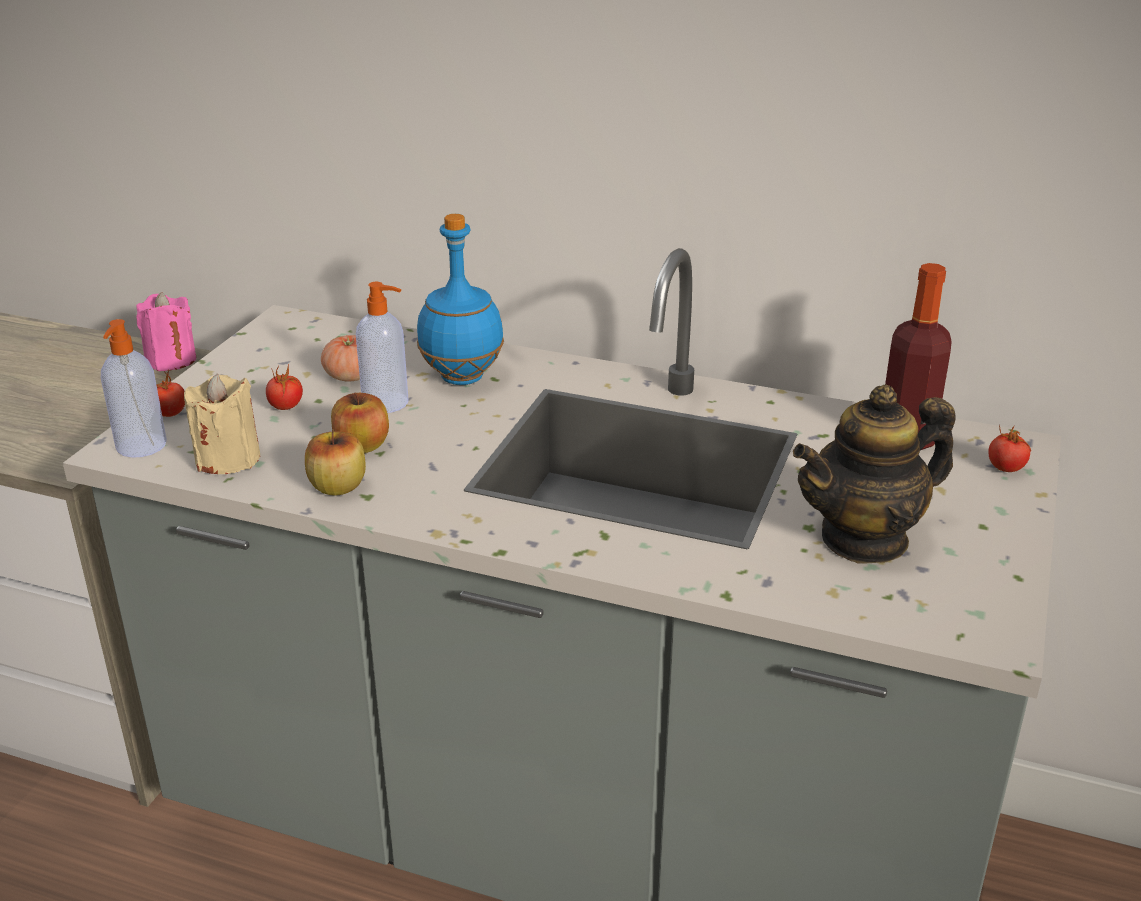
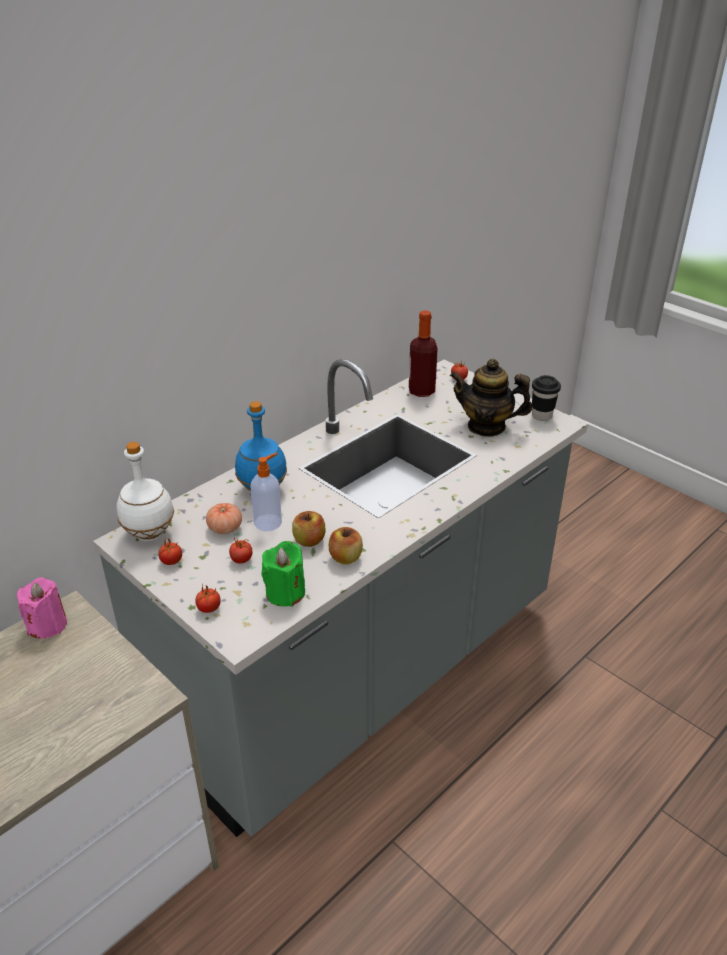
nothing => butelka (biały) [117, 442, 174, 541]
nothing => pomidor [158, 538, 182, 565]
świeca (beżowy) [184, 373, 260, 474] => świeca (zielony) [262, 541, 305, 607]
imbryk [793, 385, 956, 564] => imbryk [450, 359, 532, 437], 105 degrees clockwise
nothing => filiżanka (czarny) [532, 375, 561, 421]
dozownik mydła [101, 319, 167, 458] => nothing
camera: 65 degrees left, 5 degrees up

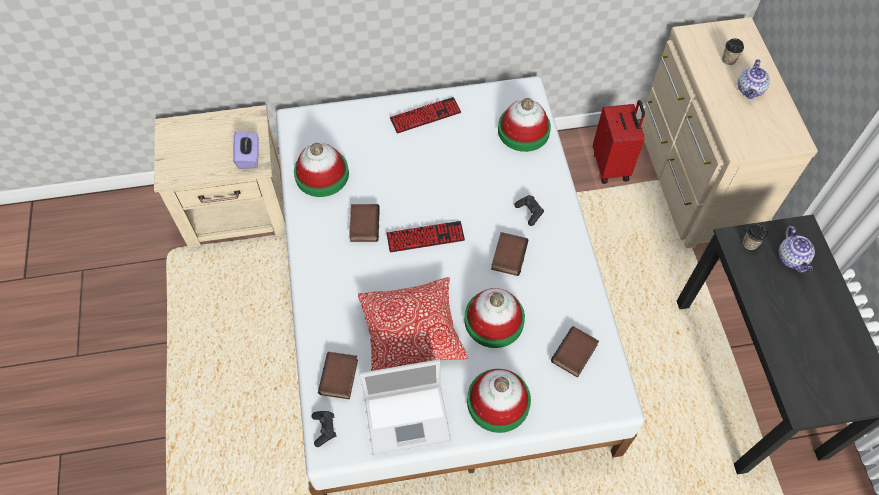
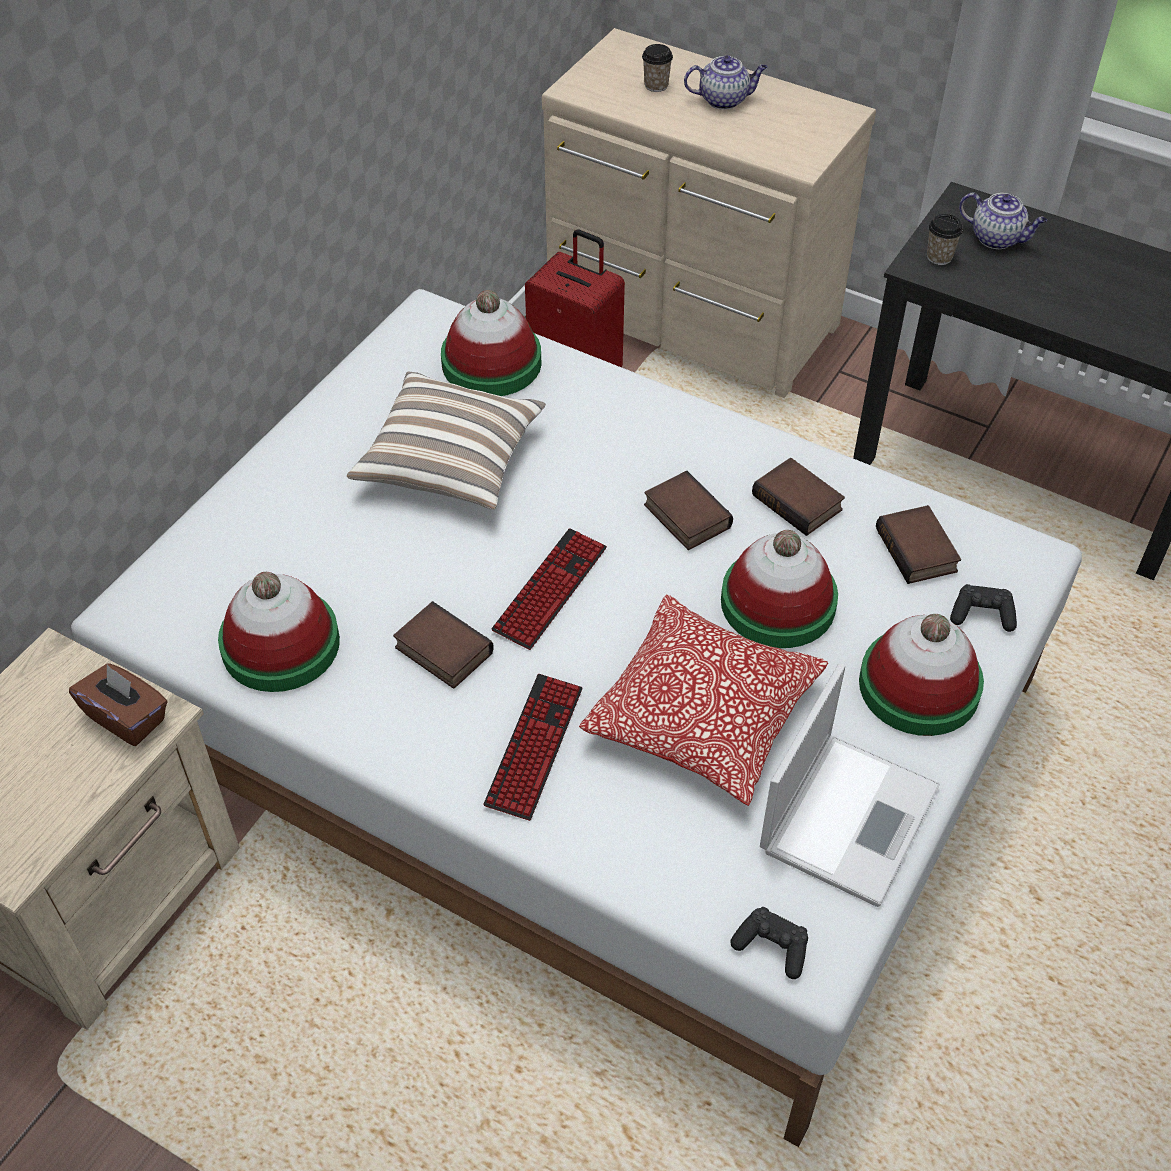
pudełko chusteczek (fioletowy) [233, 132, 259, 169] => pudełko chusteczek (brązowy) [69, 663, 168, 746]
nothing => poduszka [347, 371, 546, 510]
klawiatura [390, 97, 461, 134] => klawiatura [483, 674, 583, 821], relocated
imbryk [738, 59, 770, 99] => imbryk [684, 55, 767, 110], 60 degrees counterclockwise
książka [318, 352, 358, 399] => książka [752, 458, 845, 536], relocated
pad do gier (czarny) [514, 195, 544, 226] => pad do gier (czarny) [950, 584, 1017, 632], relocated
camera: 50 degrees left, 10 degrees down

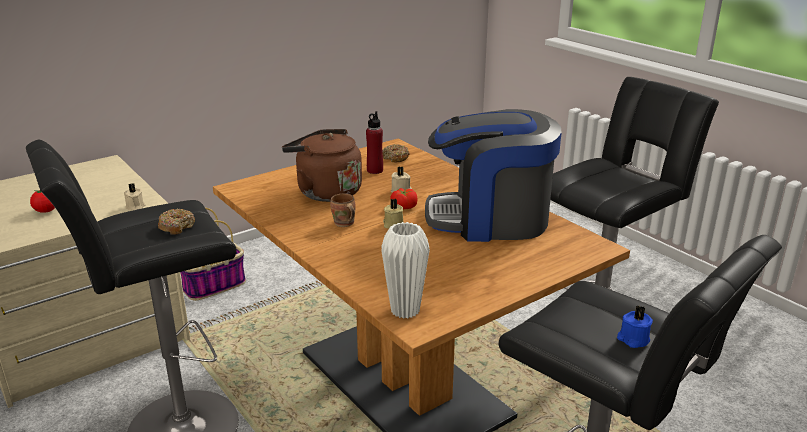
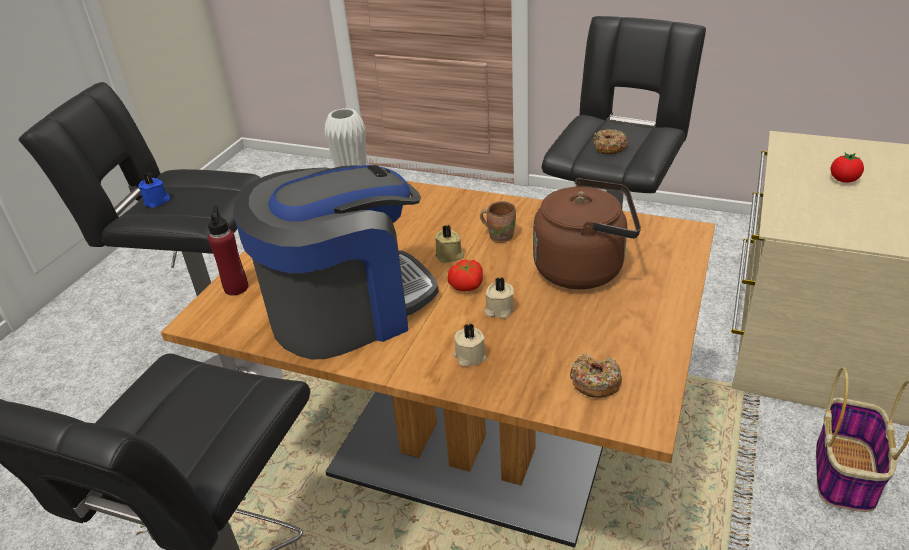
butelka (czerwony) [366, 111, 383, 174] => butelka (czerwony) [208, 206, 248, 296], relocated
świeca (beżowy) [124, 183, 145, 211] => świeca (beżowy) [453, 324, 487, 367], relocated
camera: 150 degrees right, 10 degrees up

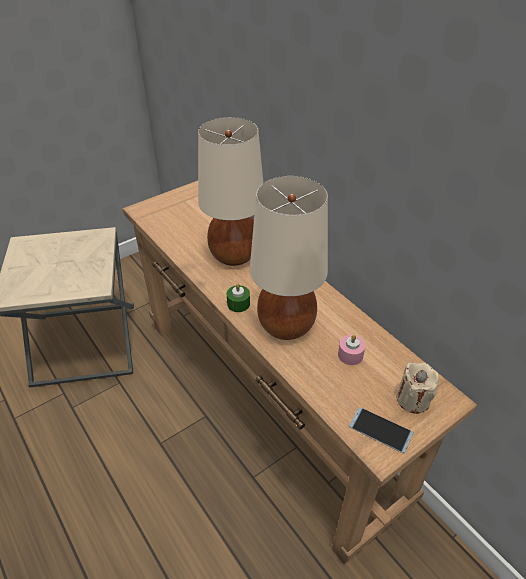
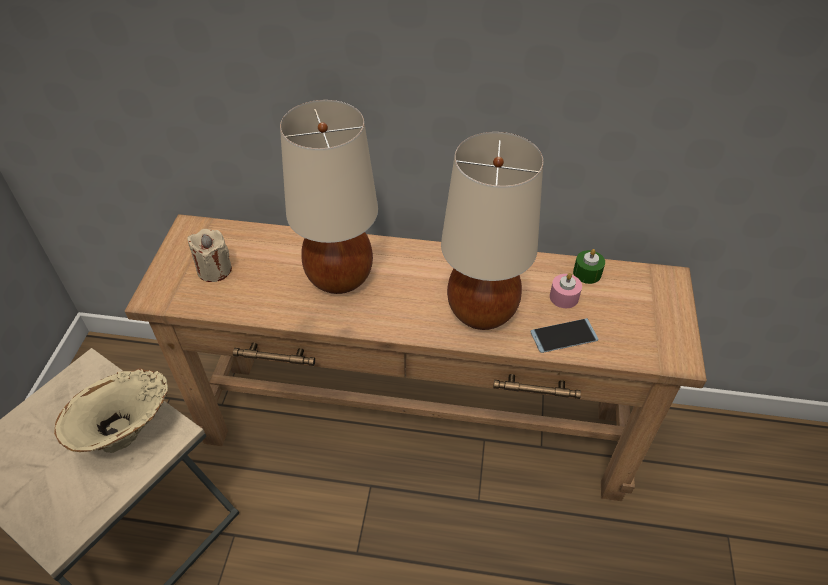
nothing => wazon (beżowy) [54, 368, 168, 453]
świeca (beżowy) [396, 362, 439, 414] => świeca (beżowy) [187, 229, 232, 282], relocated
telefon [349, 407, 414, 453] => telefon [530, 318, 598, 353], relocated
świeca (zielony) [227, 284, 250, 312] => świeca (zielony) [573, 249, 605, 284], relocated
camera: 45 degrees left, 5 degrees up

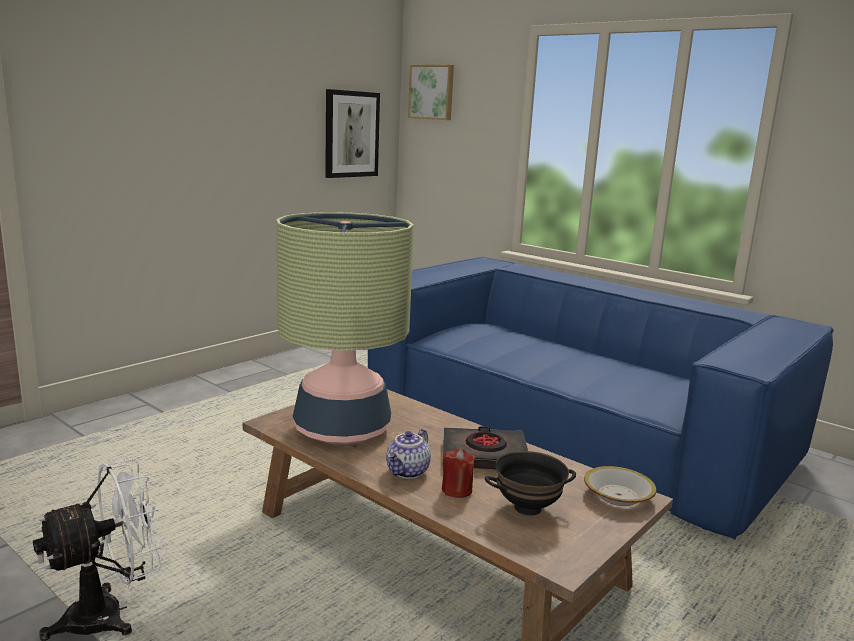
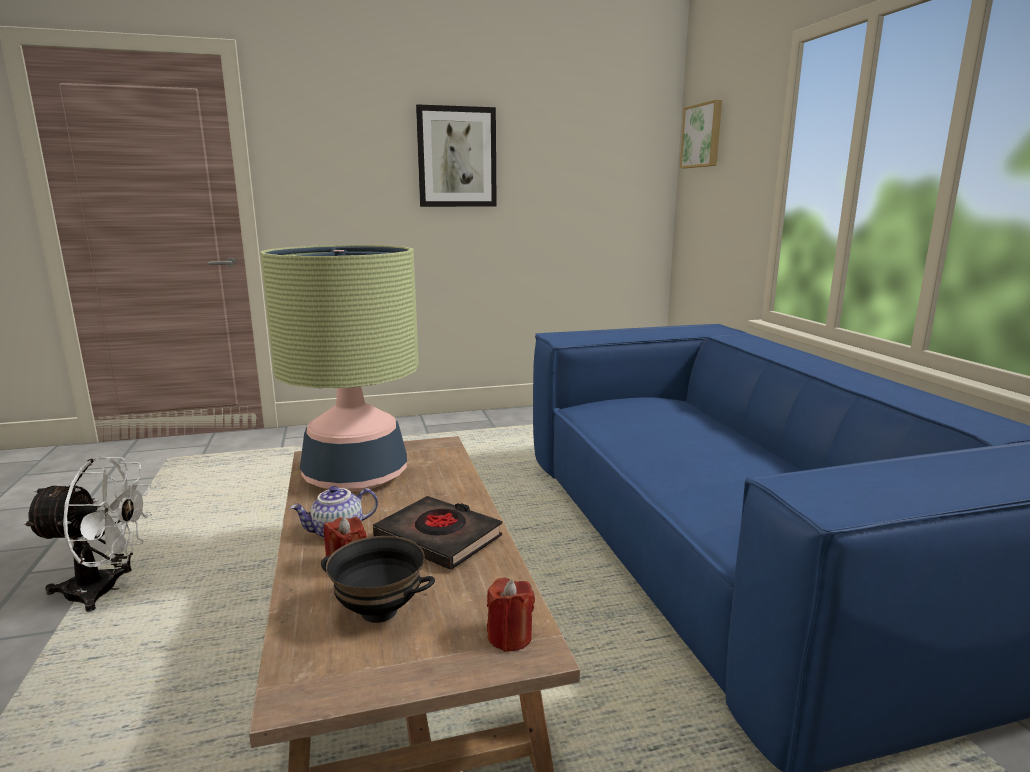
obraz [325, 89, 380, 178] => obraz [416, 104, 497, 207], relocated
miska [584, 466, 656, 506] => świeca (czerwony) [487, 578, 535, 652]
camera: 35 degrees right, 0 degrees up

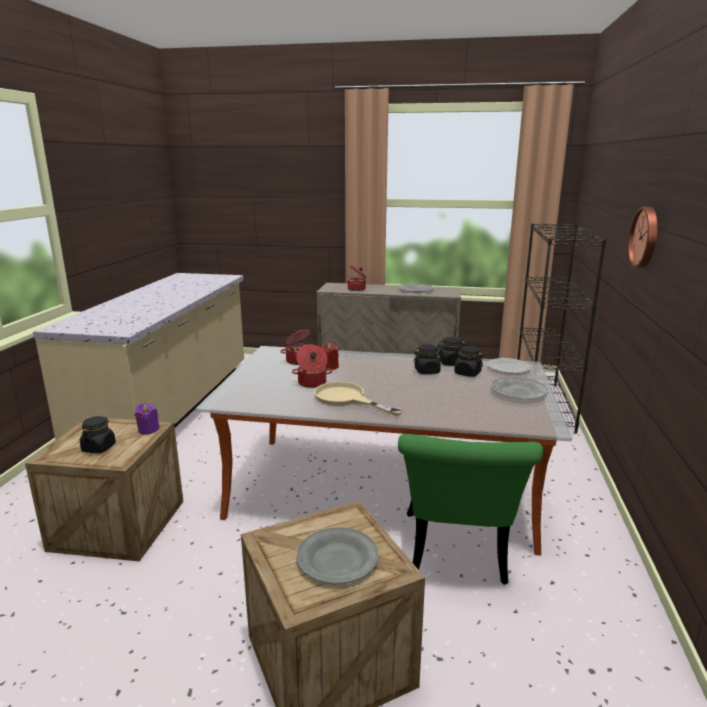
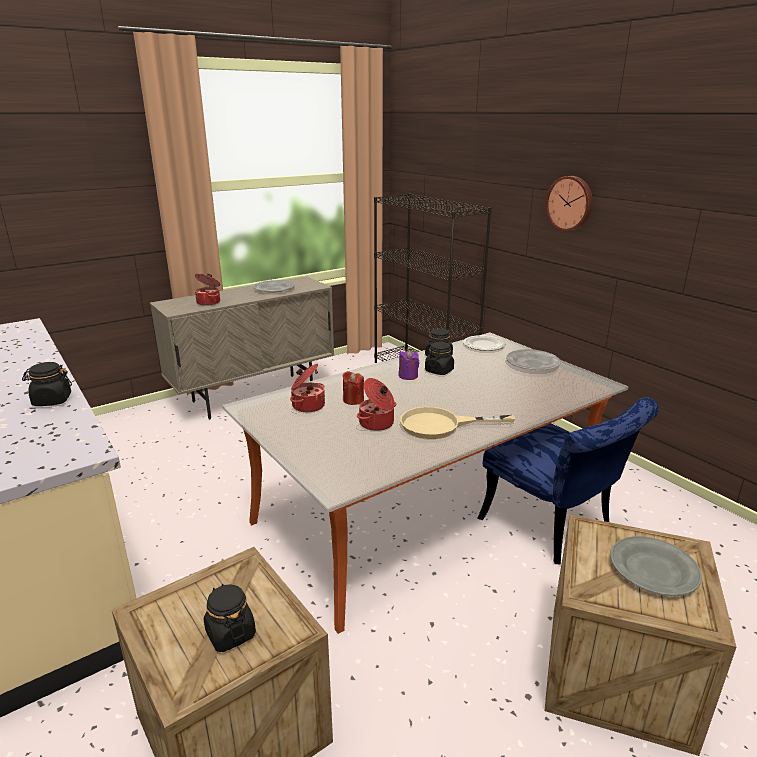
słoik (czarny) [454, 346, 483, 377] => słoik (czarny) [22, 362, 72, 406], relocated
świeca (fioletowy) [135, 403, 160, 434] => świeca (fioletowy) [399, 350, 419, 380], relocated
krzesło (zielony) [398, 434, 543, 585] => krzesło (niebieski) [477, 397, 659, 564]
camera: 45 degrees left, 5 degrees up

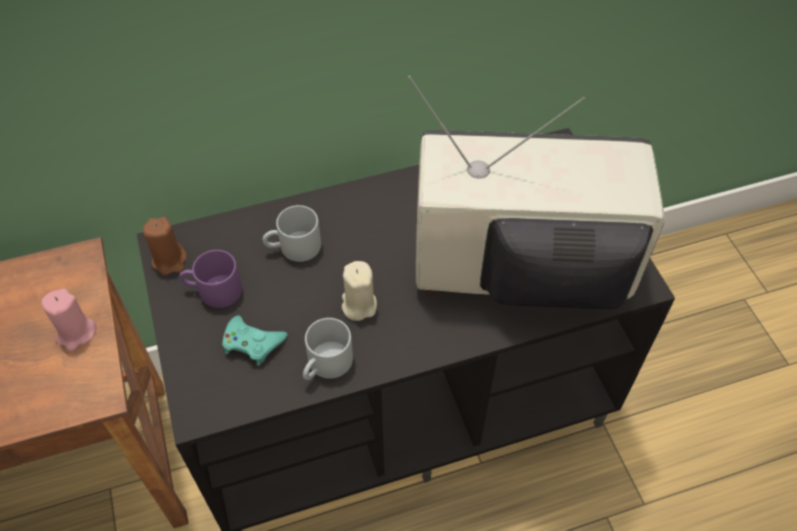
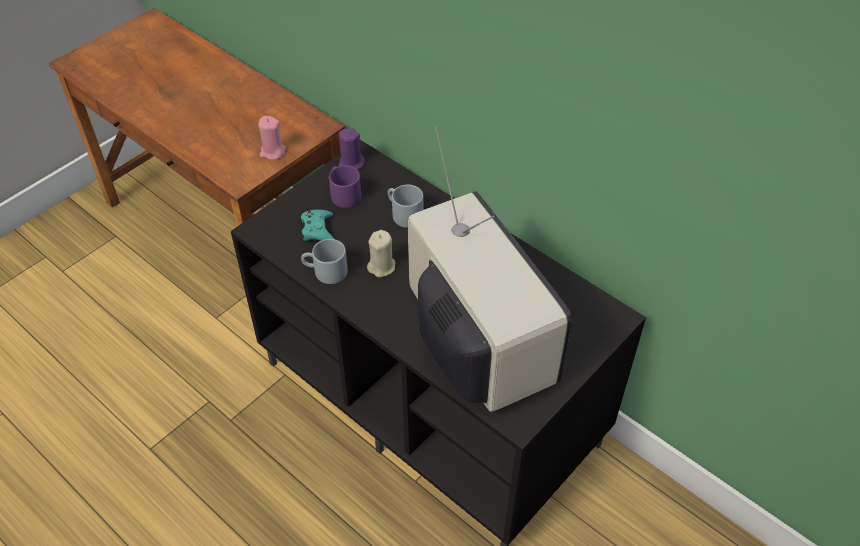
świeca (brązowy) [143, 217, 187, 275] => świeca (fioletowy) [339, 128, 365, 170]
camera: 60 degrees right, 5 degrees down

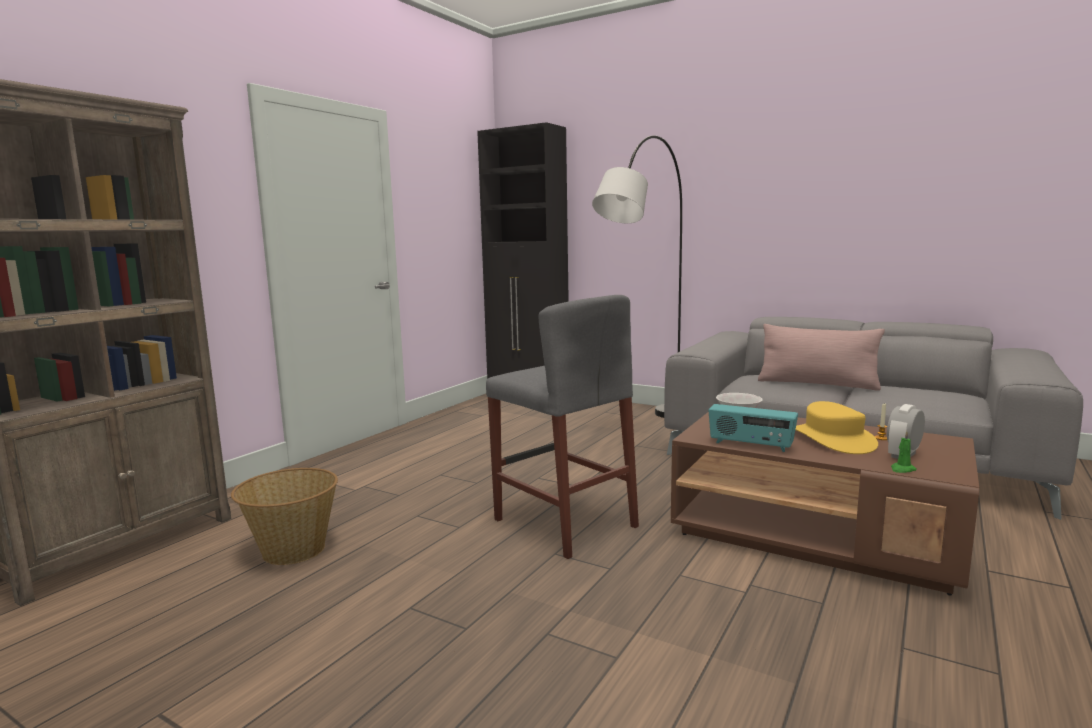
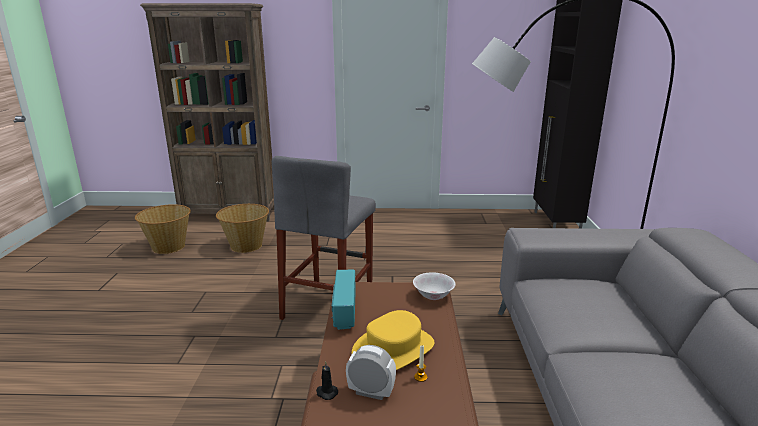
nothing => koszyk [135, 204, 191, 254]
świeca (zielony) [891, 431, 917, 473] => świeca (czarny) [316, 361, 338, 400]
poduszka (różowy) [758, 324, 885, 390] => nothing
camera: 60 degrees right, 10 degrees up

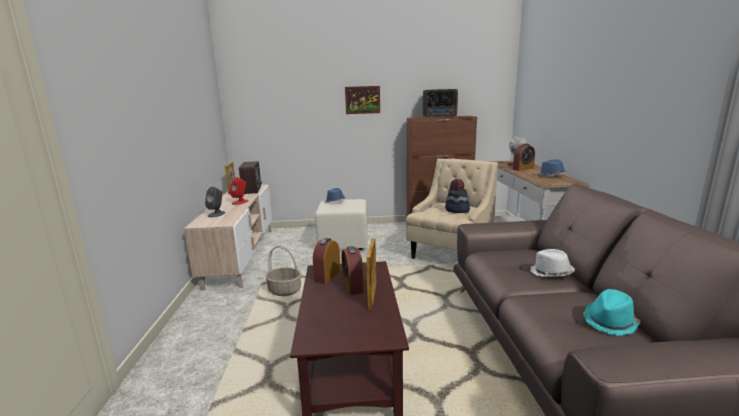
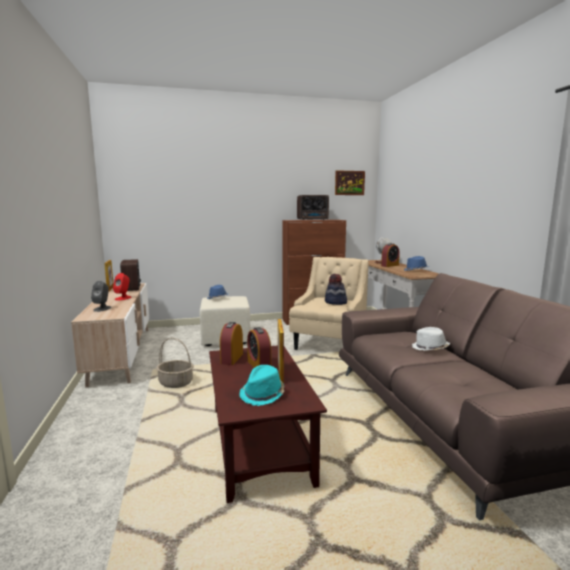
kapelusz (turkusowy) [583, 289, 641, 336] => kapelusz (turkusowy) [239, 365, 284, 406], relocated
obraz [345, 86, 380, 114] => obraz [335, 170, 365, 195], relocated
camera: 10 degrees left, 5 degrees down

